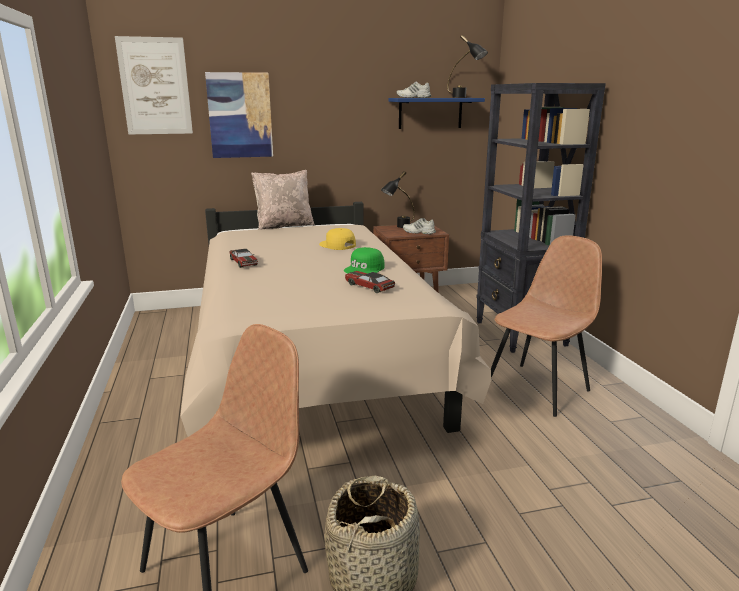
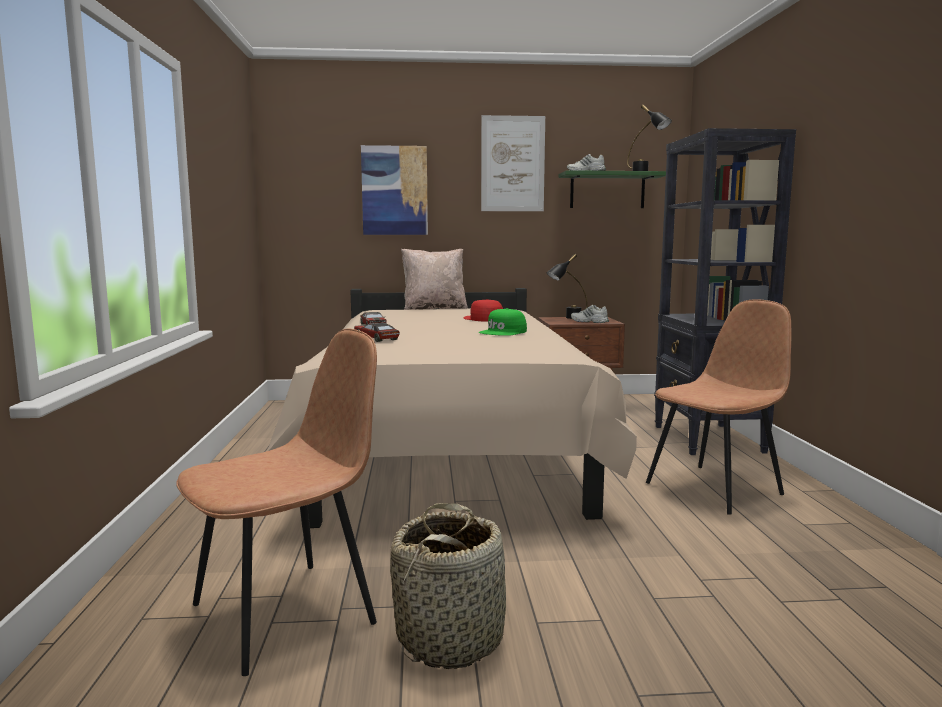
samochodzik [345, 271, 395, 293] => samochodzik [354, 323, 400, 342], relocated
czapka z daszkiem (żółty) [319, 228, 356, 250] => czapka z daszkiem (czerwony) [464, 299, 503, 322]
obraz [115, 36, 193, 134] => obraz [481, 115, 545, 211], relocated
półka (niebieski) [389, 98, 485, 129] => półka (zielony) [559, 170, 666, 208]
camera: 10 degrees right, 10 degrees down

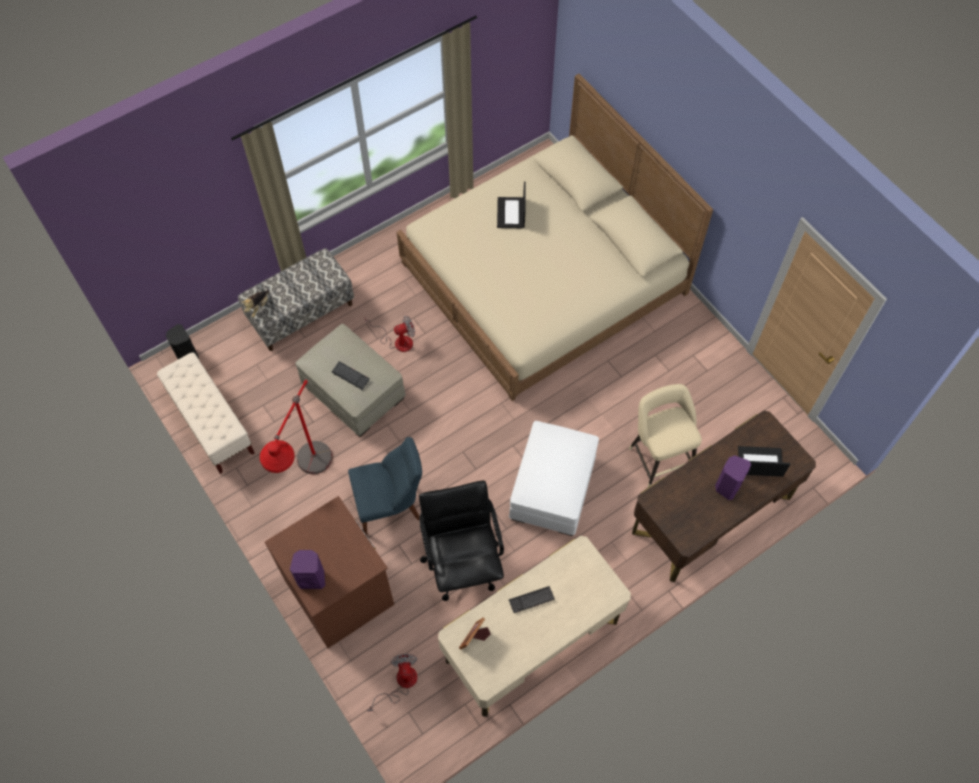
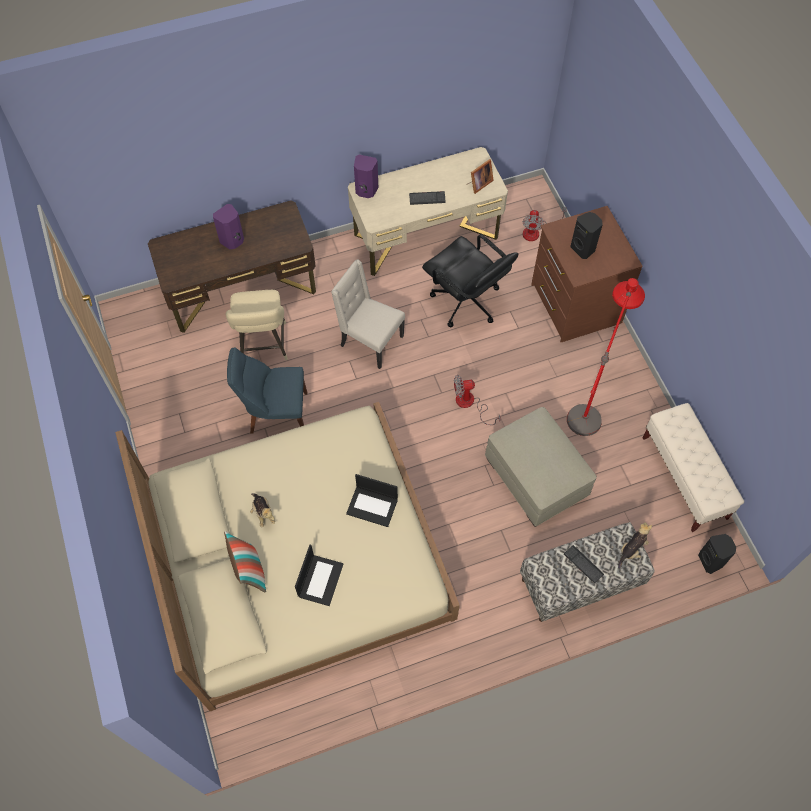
nothing => poduszka [224, 531, 266, 593]
krzesło (niebieski) [348, 437, 422, 535] => krzesło (niebieski) [227, 347, 307, 433], relocated
nothing => pluszak [250, 493, 275, 527]
pufa (biały) [509, 421, 599, 536] => krzesło (beżowy) [331, 259, 405, 369]
laptop [738, 446, 790, 477] => laptop [346, 474, 398, 527], relocated
głośnik (fioletowy) [290, 550, 325, 589] => głośnik (fioletowy) [354, 154, 378, 198], relocated
krzesło biurowe (czarny) [419, 481, 504, 601] => krzesło biurowe (czarny) [422, 234, 518, 327], 45 degrees counterclockwise
wentylator [365, 316, 415, 352] => wentylator [454, 375, 501, 425], relocated
klawiatura [331, 361, 370, 390] => klawiatura [564, 545, 604, 583], relocated
nothing => głośnik (czarny) [570, 212, 603, 259]
camera: 165 degrees left, 0 degrees up

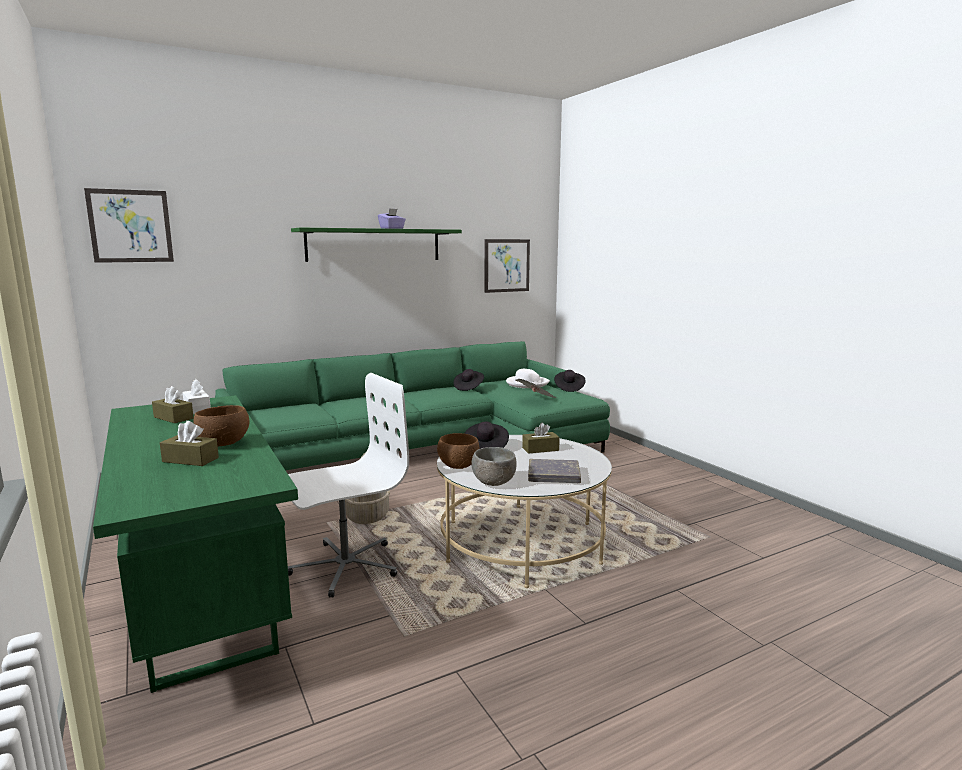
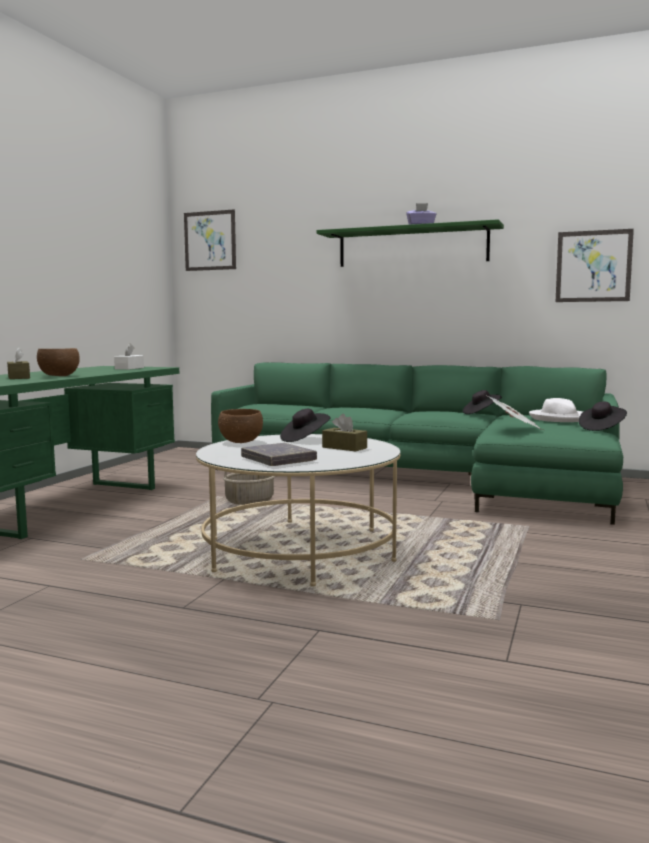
pudełko chusteczek (brązowy) [152, 386, 194, 423] => nothing
krzesło biurowe (biały) [288, 373, 409, 598] => nothing
miska (szary) [471, 447, 517, 486] => nothing
camera: 50 degrees right, 5 degrees down

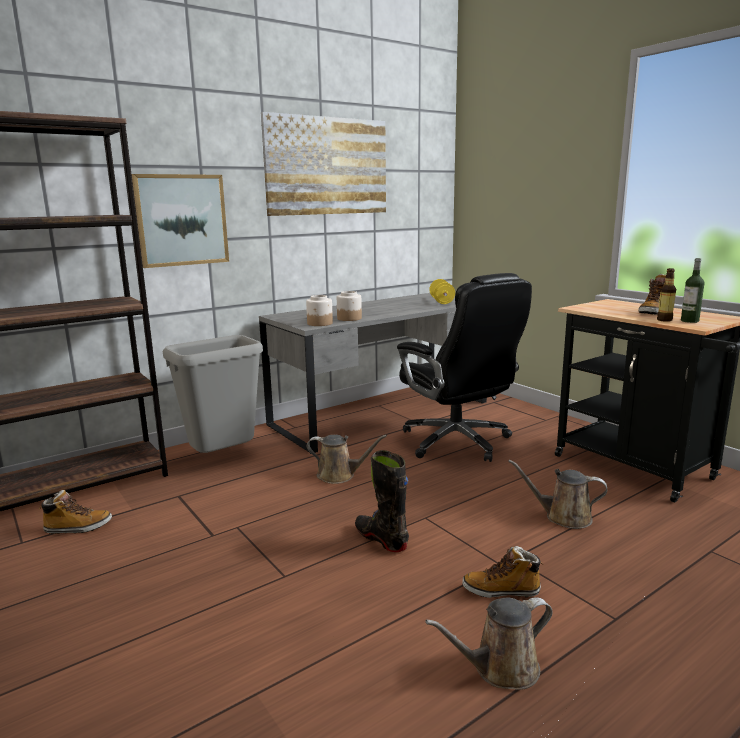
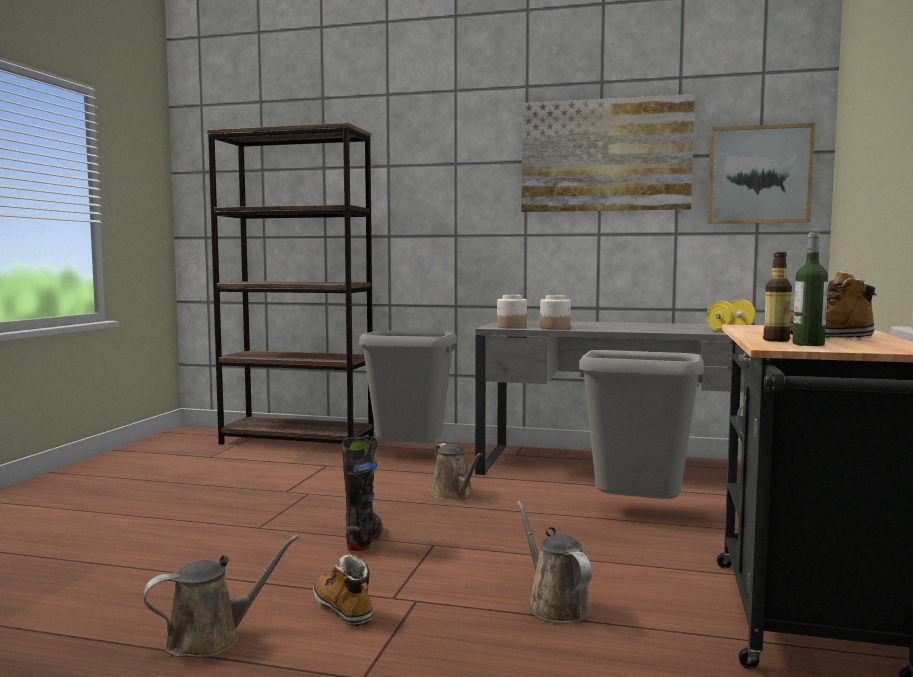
konewka (brązowy) [425, 597, 552, 690] => konewka (brązowy) [143, 535, 299, 658], 120 degrees clockwise
krzesło biurowe (czarny) [397, 273, 532, 462] => kosz na śmieci (szary) [579, 350, 704, 499]
obraz [132, 174, 229, 268] => obraz [708, 123, 815, 224], relocated
but z cholewką [39, 490, 112, 534] => nothing
camera: 50 degrees right, 10 degrees down

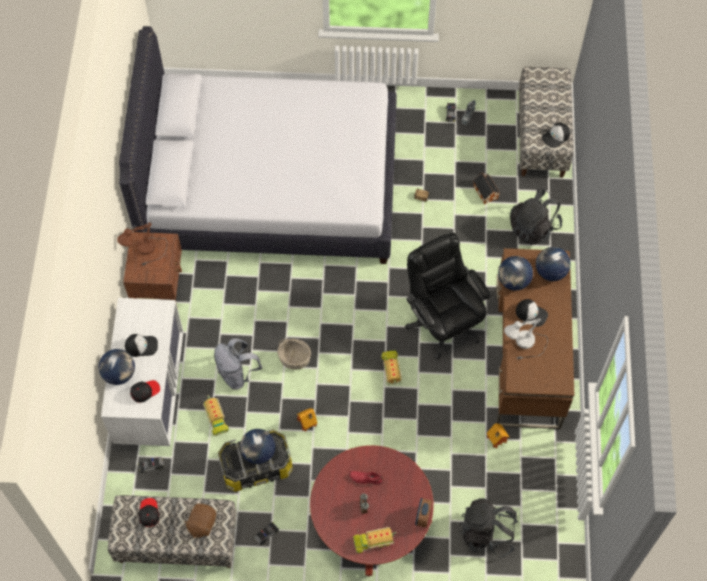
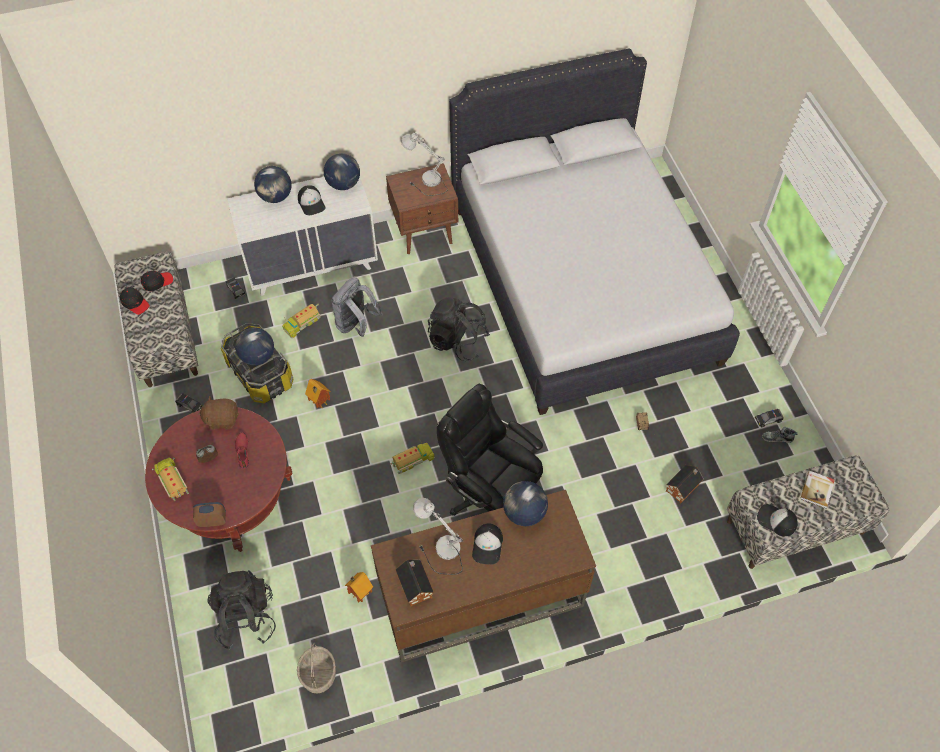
czapka z daszkiem (czarny) [130, 380, 160, 403] => czapka z daszkiem (czarny) [120, 287, 150, 315], relocated
pluszak (brązowy) [185, 504, 216, 538] => pluszak (brązowy) [199, 396, 239, 430], relocated
koszyk [277, 339, 311, 370] => koszyk [297, 643, 336, 693], relocated
globus [536, 247, 571, 281] => globus [324, 153, 360, 190], relocated
nothing => domek [395, 559, 434, 606]
lampa stołowa (brązowy) [117, 221, 167, 266] => lampa stołowa (biały) [401, 133, 448, 196]
plecak (czarny) [510, 188, 562, 244] => plecak (czarny) [428, 297, 490, 361], relocated
krzesło biurowe (czarny) [405, 232, 490, 359] => krzesło biurowe (czarny) [437, 384, 543, 516], 90 degrees counterclockwise
nothing => książka [800, 471, 835, 508]
camera: 70 degrees right, 5 degrees down

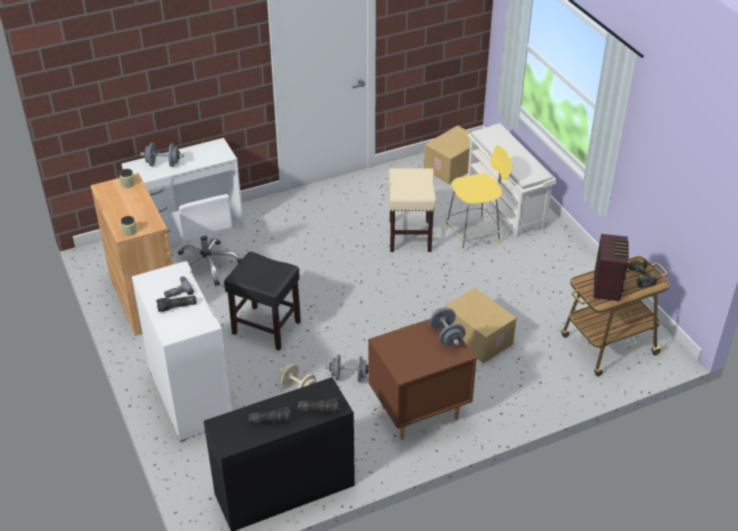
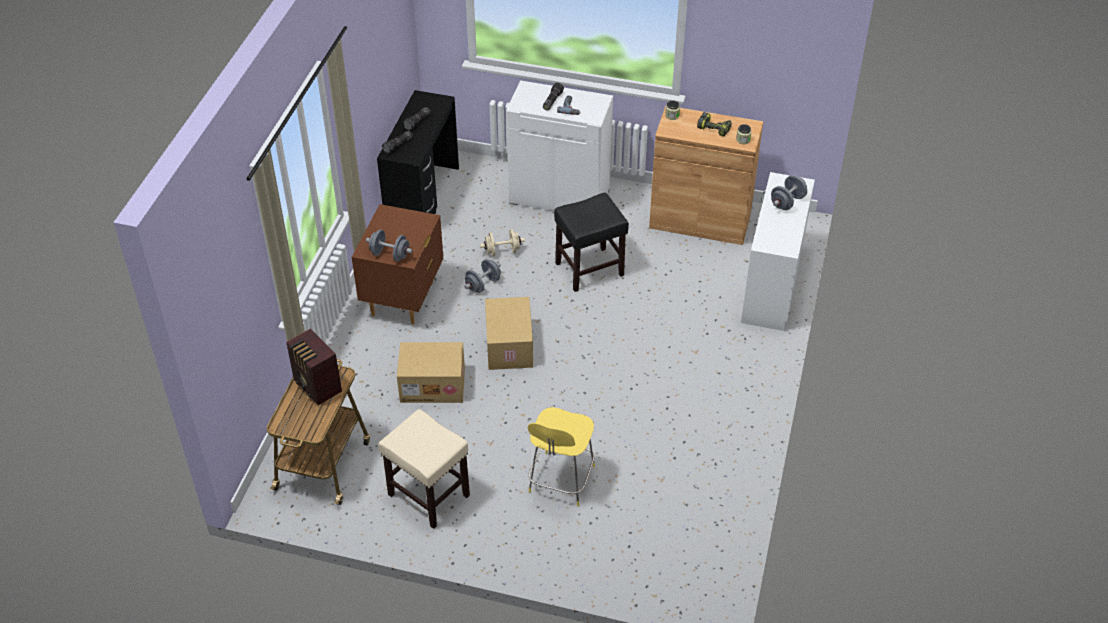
stołek (beżowy) [389, 168, 436, 252] => stołek (beżowy) [379, 409, 470, 529], relocated
karton [424, 125, 471, 184] => karton [485, 297, 533, 370], relocated
wiertarka [627, 259, 657, 288] => wiertarka [697, 112, 732, 137], relocated
krzesło biurowe (biały) [171, 194, 242, 286] => nothing
regał na buty (biały) [467, 123, 556, 237] => nothing
camera: 130 degrees right, 5 degrees up

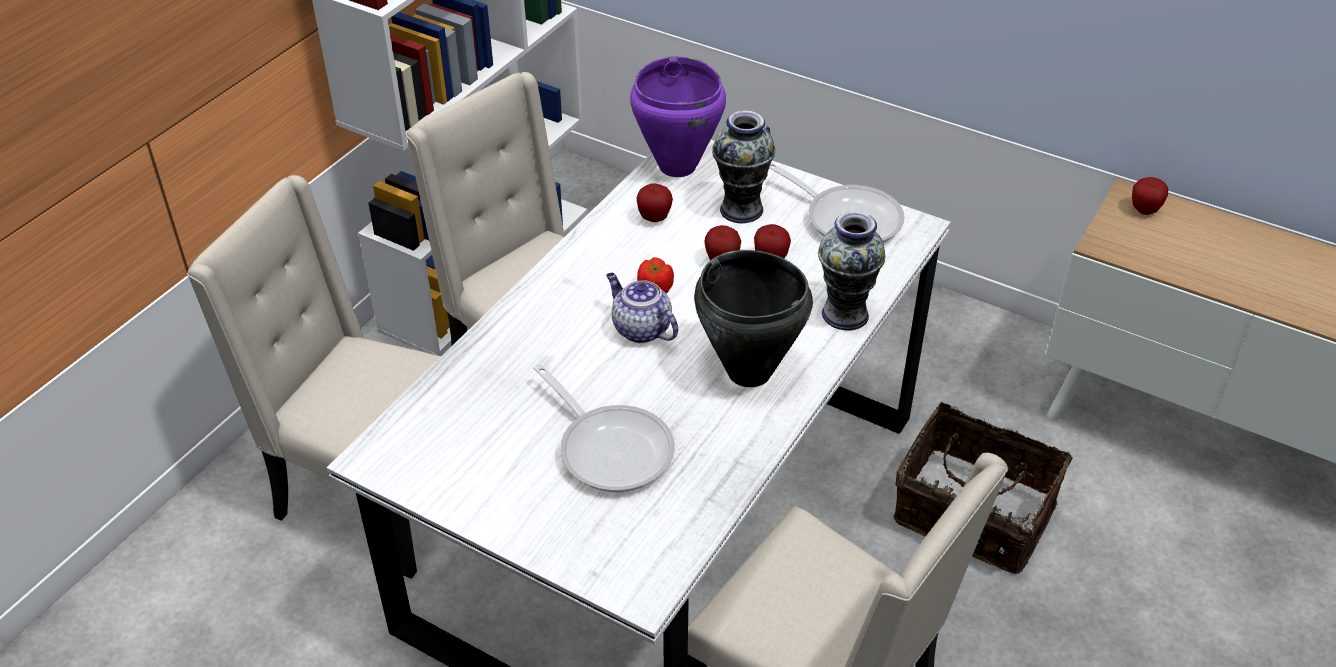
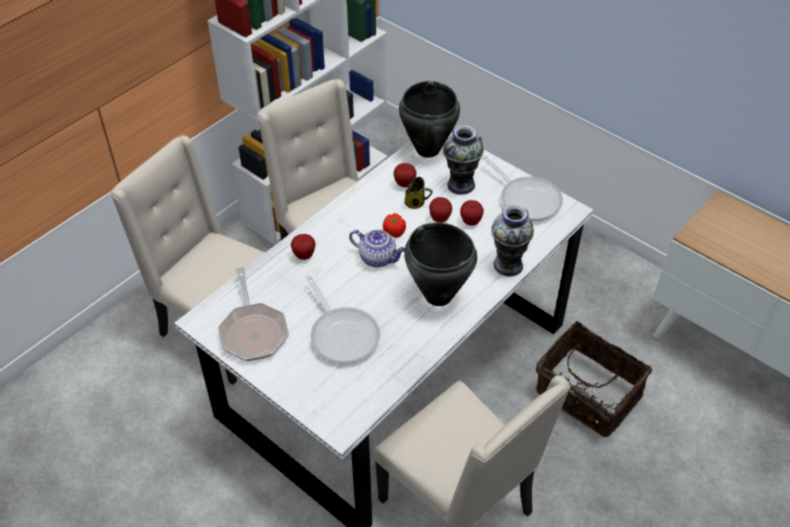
nothing => patelnia [218, 267, 289, 361]
jabłko [1132, 177, 1168, 215] => jabłko [291, 234, 316, 260], relocated
imbryk [606, 273, 678, 343] => imbryk [349, 229, 405, 267], 150 degrees clockwise
garnek (fioletowy) [630, 56, 726, 177] => garnek (czarny) [399, 81, 460, 158]
nothing => kubek [405, 177, 432, 209]
camera: 10 degrees right, 5 degrees up

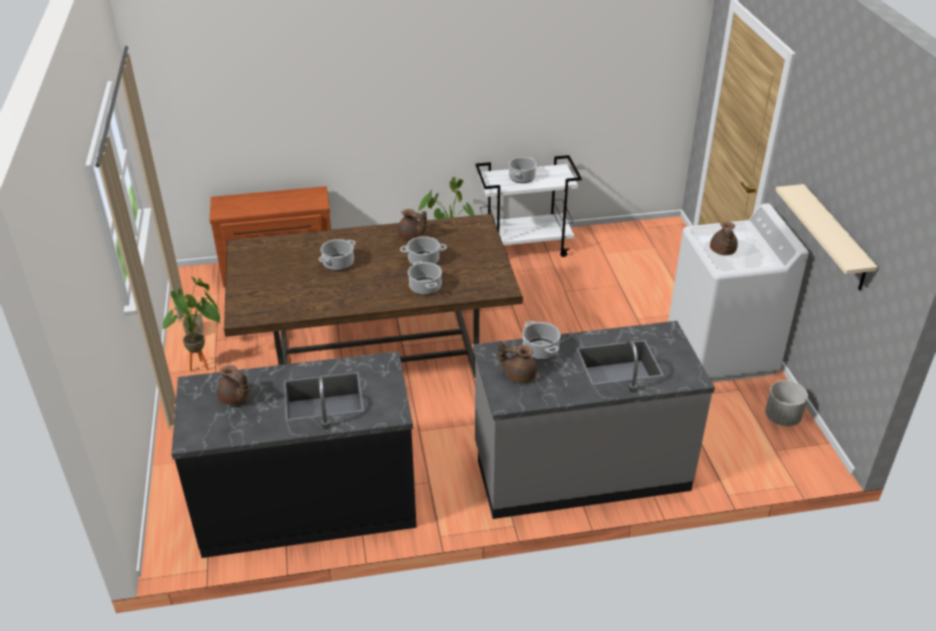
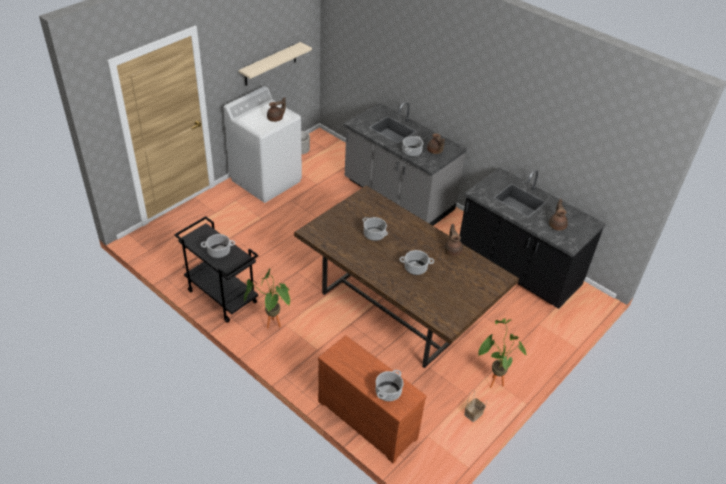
wózek (biały) [475, 155, 582, 257] => wózek (czarny) [174, 216, 258, 323]
garnek [408, 261, 442, 295] => garnek [376, 370, 404, 401], relocated
imbryk (brązowy) [398, 209, 427, 240] => imbryk (brązowy) [444, 224, 463, 256], relocated
camera: 130 degrees left, 5 degrees up

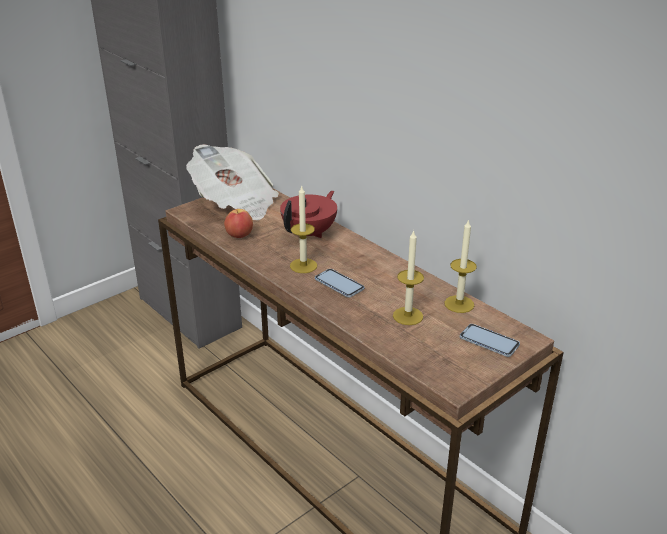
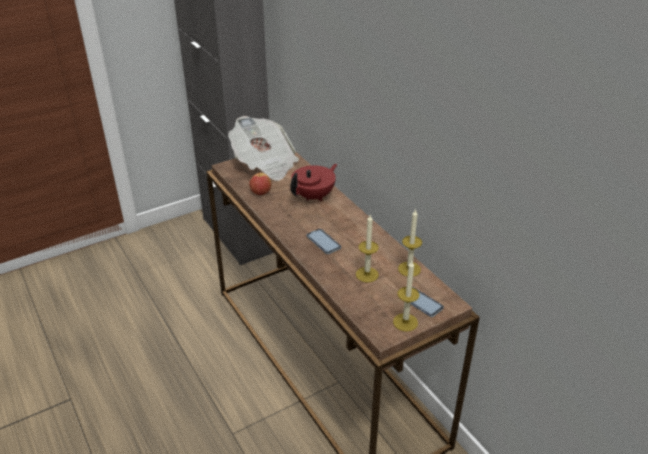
świeca [290, 185, 317, 273] => świeca [393, 261, 419, 332], relocated
camera: 10 degrees right, 5 degrees up

